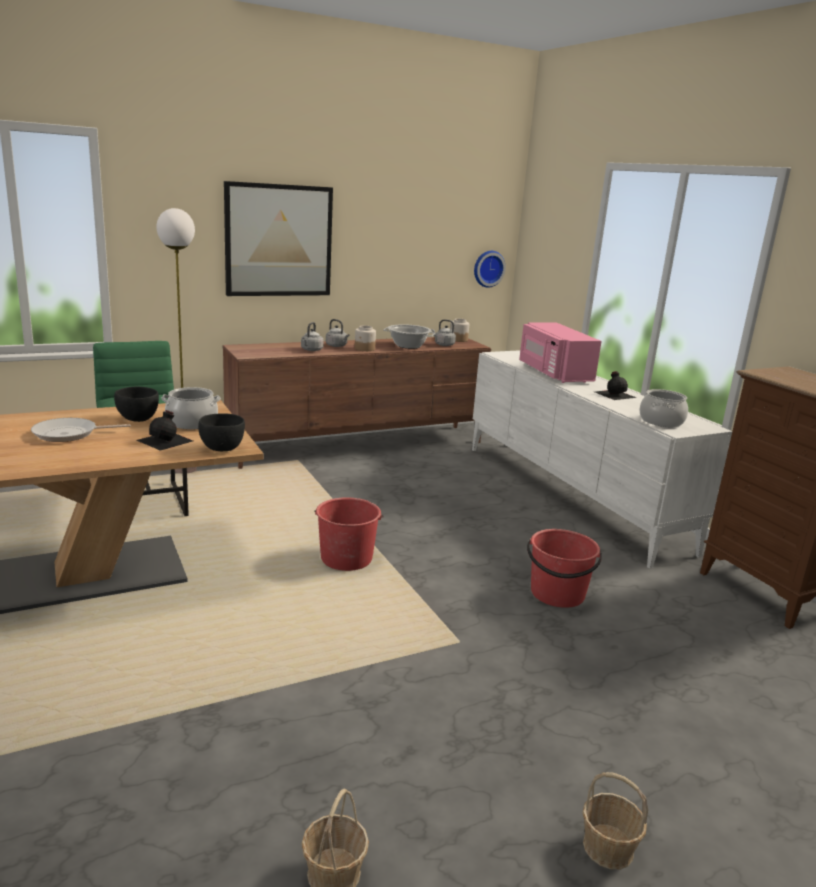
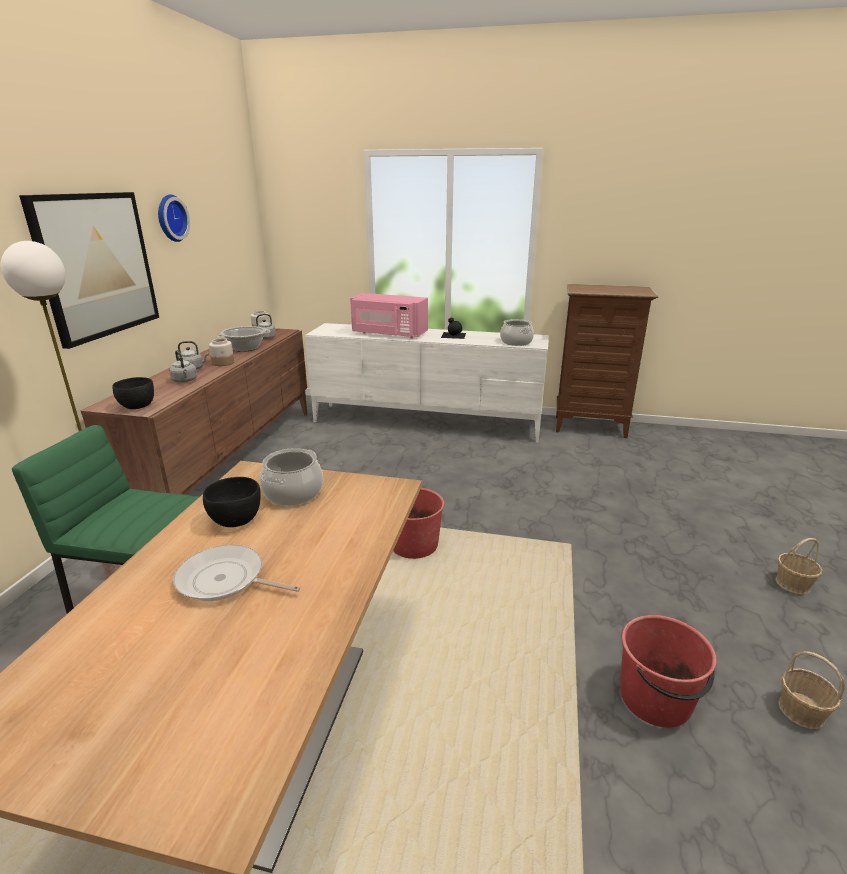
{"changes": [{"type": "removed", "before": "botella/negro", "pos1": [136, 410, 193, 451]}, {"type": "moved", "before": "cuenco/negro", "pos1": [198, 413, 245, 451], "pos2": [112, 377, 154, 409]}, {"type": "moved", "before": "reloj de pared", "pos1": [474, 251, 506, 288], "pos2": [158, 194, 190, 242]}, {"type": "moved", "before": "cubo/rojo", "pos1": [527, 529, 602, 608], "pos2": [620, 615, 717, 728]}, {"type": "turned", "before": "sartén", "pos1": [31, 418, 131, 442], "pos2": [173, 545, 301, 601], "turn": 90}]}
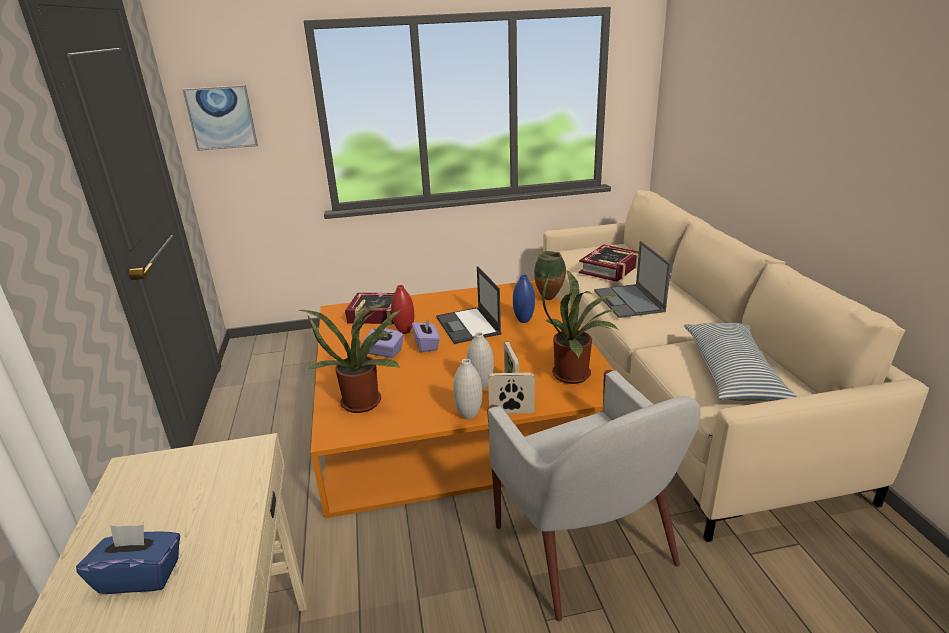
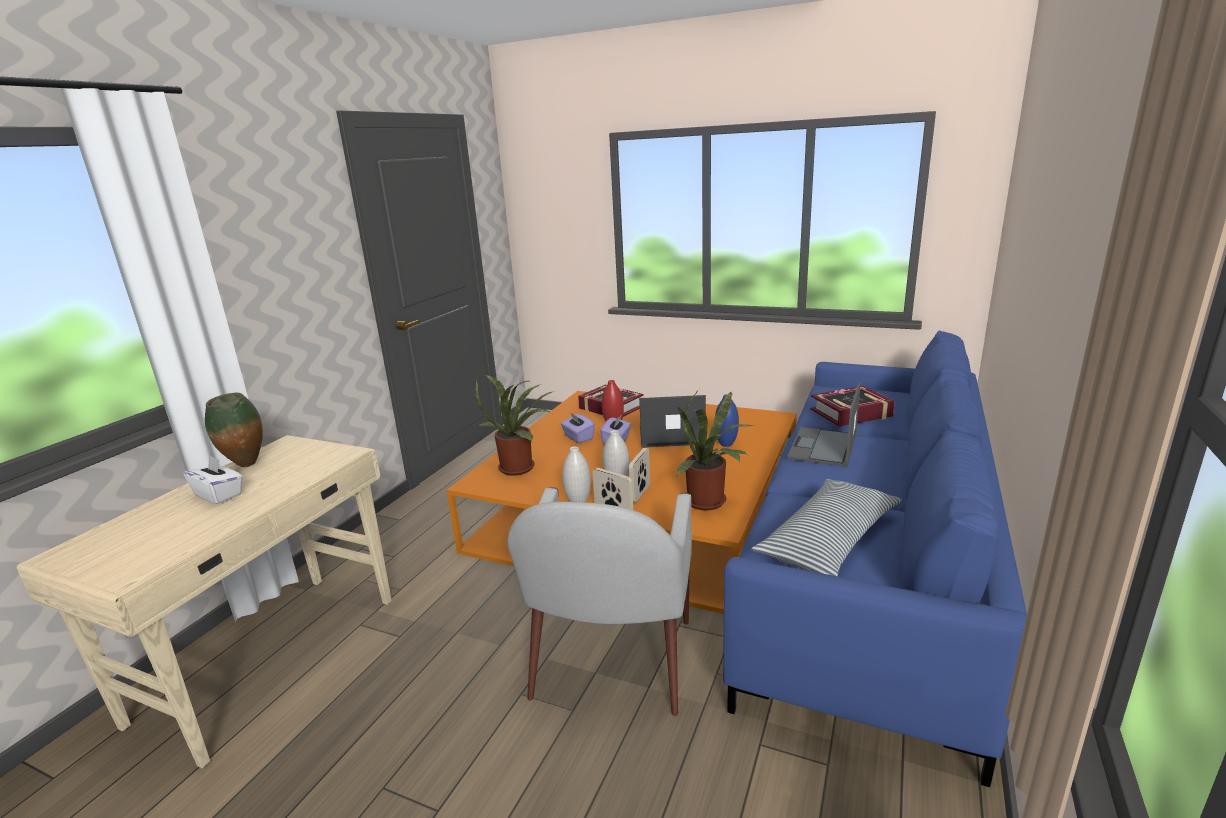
{"changes": [{"type": "removed", "before": "cuadro", "pos1": [182, 85, 258, 151]}, {"type": "moved", "before": "florero", "pos1": [534, 251, 566, 300], "pos2": [205, 393, 263, 467]}, {"type": "recoloured", "before": "caja de pañuelos/azul", "after": "caja de pañuelos/blanco", "pos1": [76, 525, 180, 594], "pos2": [184, 455, 243, 505]}, {"type": "recoloured", "before": "sofá/beis", "after": "sofá/azul", "pos1": [543, 190, 929, 542], "pos2": [723, 331, 1027, 787]}, {"type": "turned", "before": "portátil", "pos1": [436, 266, 502, 344], "pos2": [639, 395, 706, 448], "turn": 75}]}
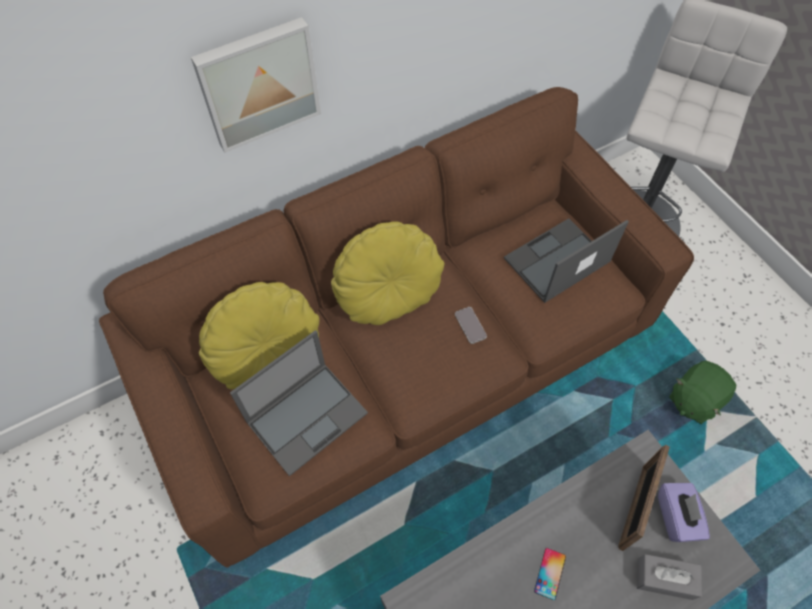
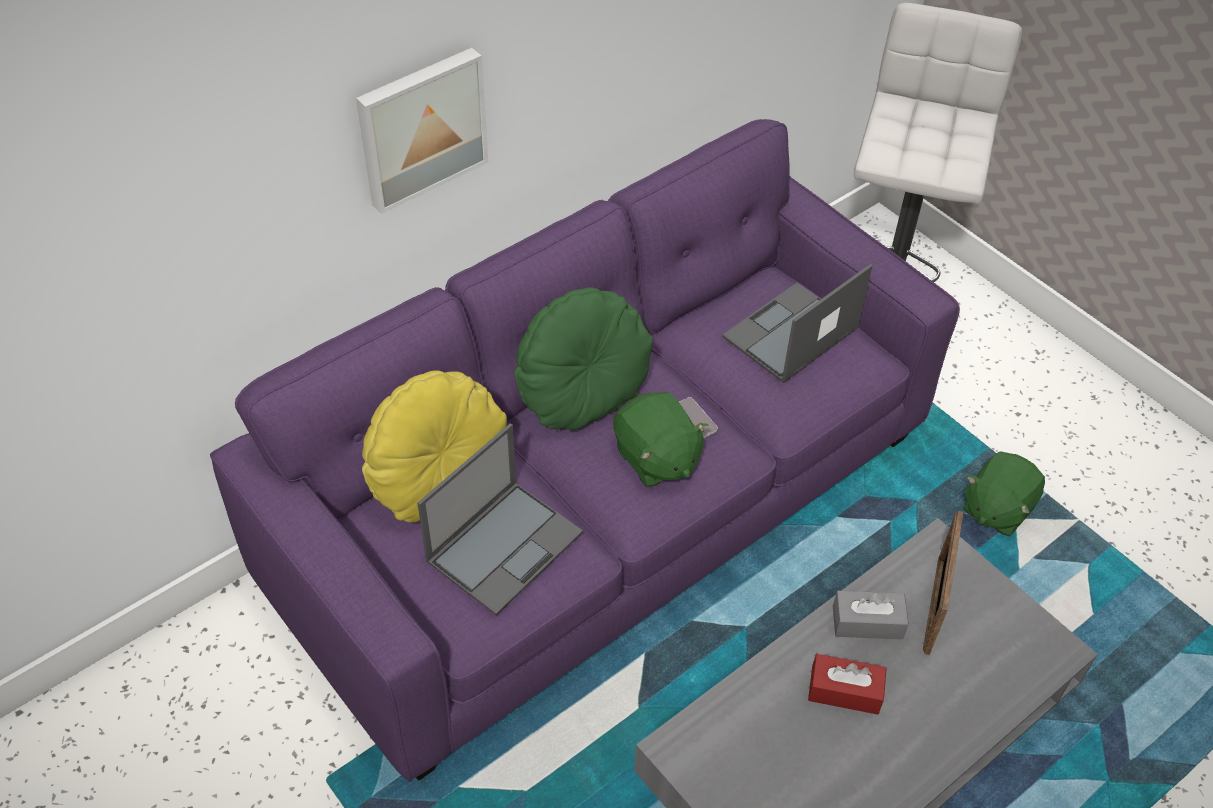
{"changes": [{"type": "removed", "before": "caja de pañuelos/morado", "pos1": [658, 483, 710, 542]}, {"type": "added", "after": "peluche/verde", "pos2": [613, 392, 708, 487]}, {"type": "moved", "before": "caja de pañuelos/gris", "pos1": [637, 554, 702, 600], "pos2": [833, 591, 909, 640]}, {"type": "replaced", "before": "móvil", "after": "caja de pañuelos/rojo", "pos1": [534, 548, 566, 600], "pos2": [808, 654, 887, 715]}, {"type": "recoloured", "before": "sofá/marrón", "after": "sofá/morado", "pos1": [99, 87, 694, 568], "pos2": [210, 119, 960, 782]}, {"type": "recoloured", "before": "cojín/amarillo", "after": "cojín/verde", "pos1": [331, 221, 444, 325], "pos2": [514, 287, 653, 430]}]}
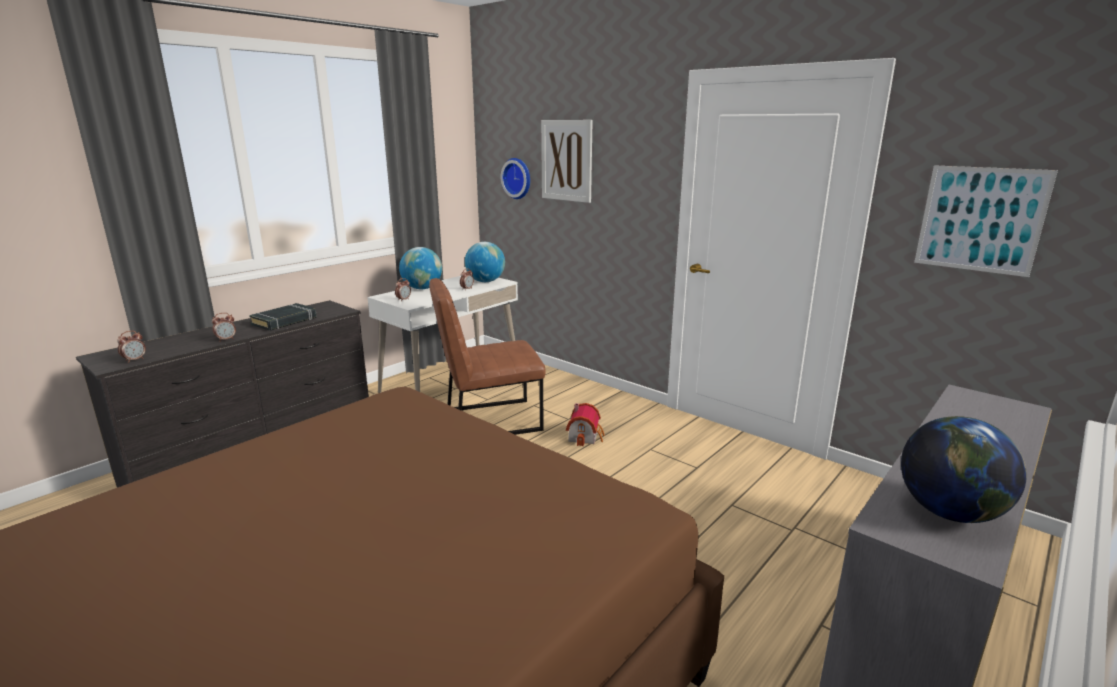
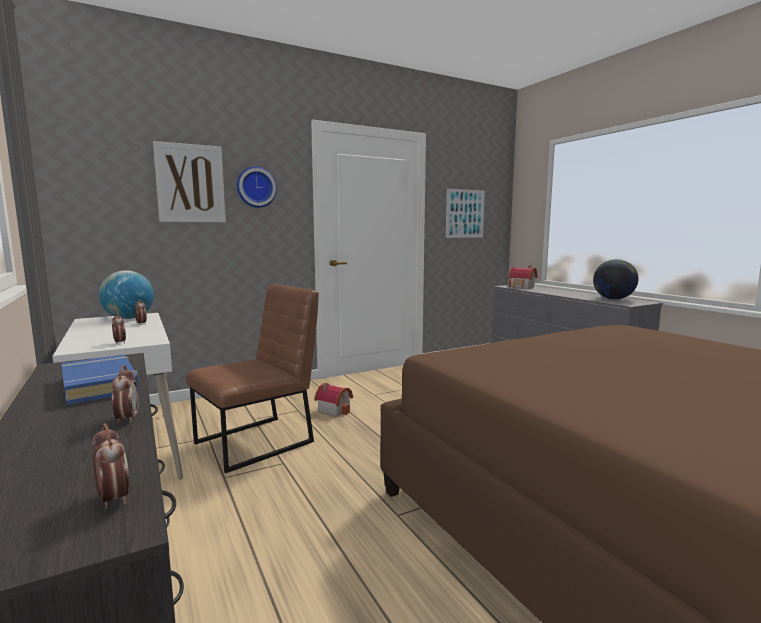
{"changes": [{"type": "removed", "before": "globo terráqueo", "pos1": [399, 247, 442, 289]}, {"type": "added", "after": "casita", "pos2": [509, 265, 537, 289]}, {"type": "moved", "before": "reloj de pared", "pos1": [501, 158, 530, 199], "pos2": [237, 167, 277, 208]}, {"type": "recoloured", "before": "libro/negro", "after": "libro/azul", "pos1": [249, 303, 317, 331], "pos2": [62, 355, 139, 405]}, {"type": "turned", "before": "silla/marrón", "pos1": [429, 278, 546, 435], "pos2": [186, 284, 319, 473], "turn": -135}]}
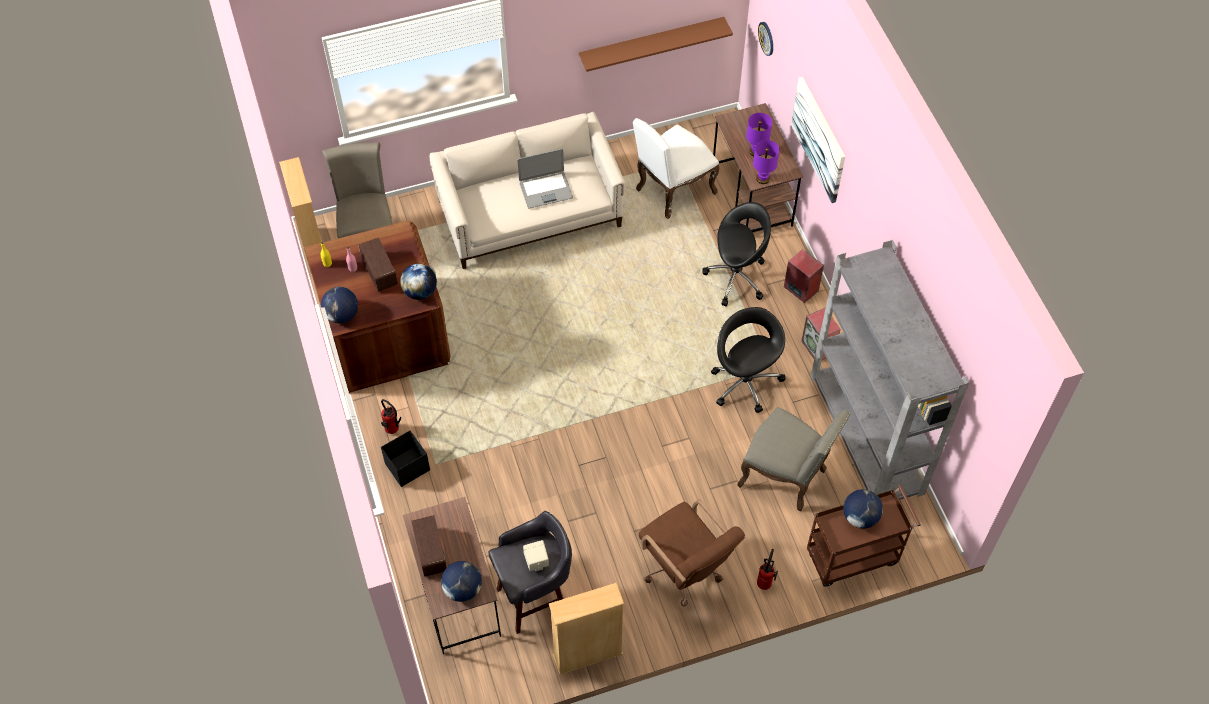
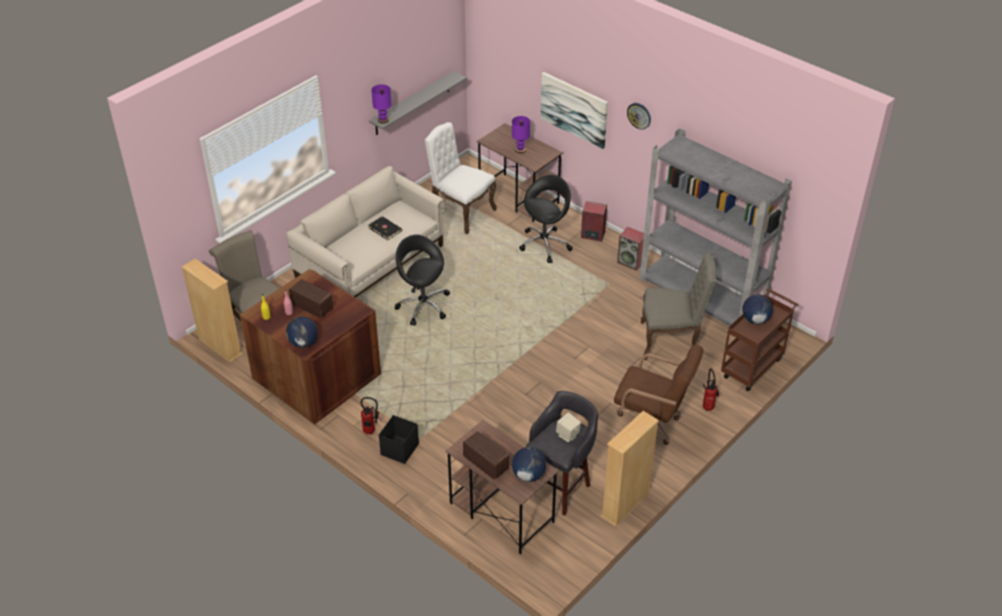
{"changes": [{"type": "removed", "before": "globo terráqueo", "pos1": [400, 264, 437, 300]}, {"type": "moved", "before": "silla de oficina/negro", "pos1": [711, 307, 785, 413], "pos2": [395, 234, 450, 325]}, {"type": "moved", "before": "lámpara de mesa/morado", "pos1": [753, 140, 779, 184], "pos2": [371, 84, 392, 124]}, {"type": "moved", "before": "reloj de pared", "pos1": [758, 22, 773, 56], "pos2": [627, 103, 651, 130]}, {"type": "replaced", "before": "portátil", "after": "libro/negro", "pos1": [517, 149, 573, 208], "pos2": [368, 216, 402, 240]}, {"type": "recoloured", "before": "estante/marrón", "after": "estante/gris", "pos1": [579, 17, 733, 72], "pos2": [369, 71, 467, 135]}, {"type": "turned", "before": "silla/blanco", "pos1": [633, 118, 719, 219], "pos2": [425, 122, 497, 234], "turn": 105}]}
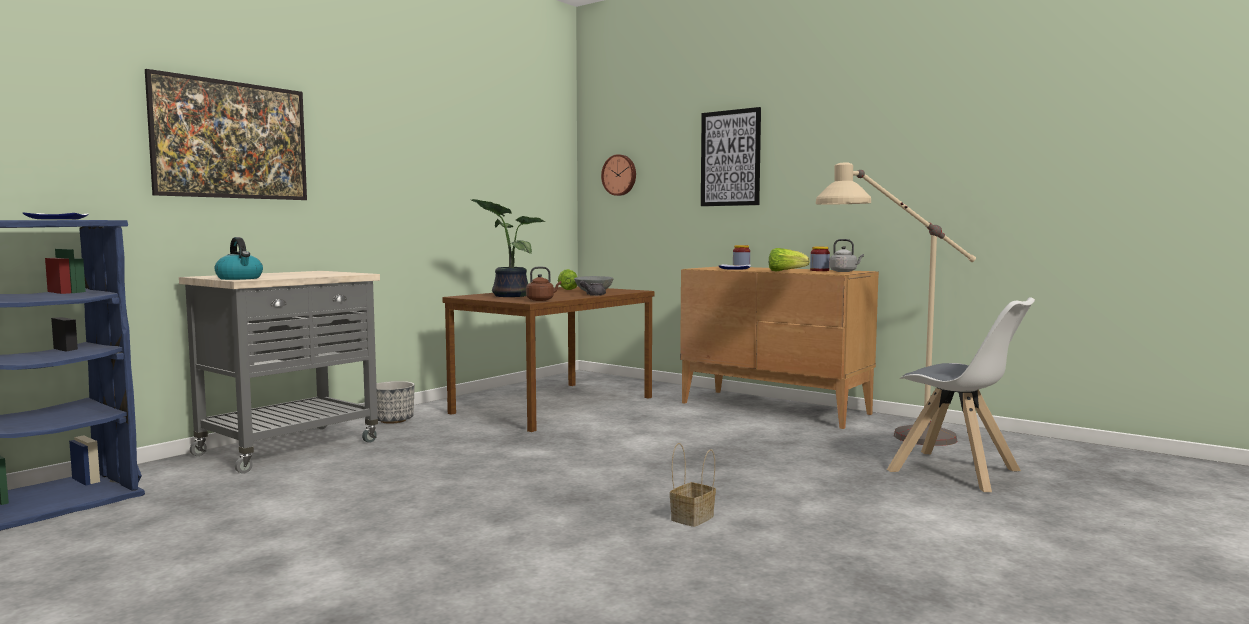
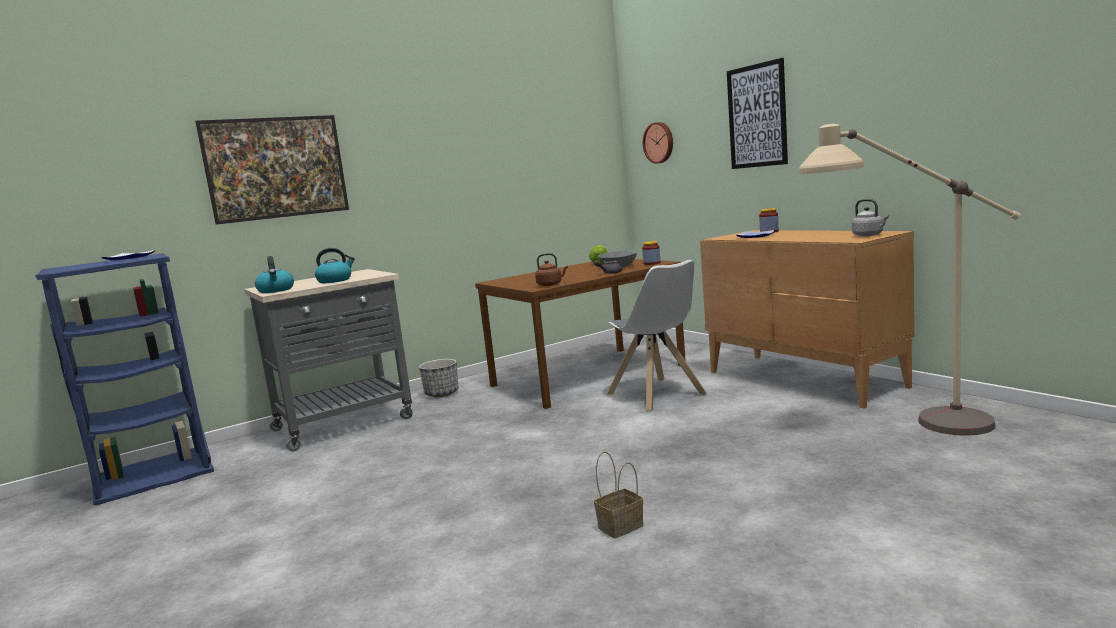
{"changes": [{"type": "removed", "before": "planta en maceta", "pos1": [471, 199, 545, 297]}, {"type": "removed", "before": "lechuga", "pos1": [769, 248, 810, 272]}, {"type": "added", "after": "hervidor", "pos2": [315, 248, 355, 283]}, {"type": "moved", "before": "tarro", "pos1": [810, 247, 830, 271], "pos2": [642, 241, 661, 265]}, {"type": "moved", "before": "silla", "pos1": [887, 297, 1035, 492], "pos2": [607, 260, 707, 411]}]}
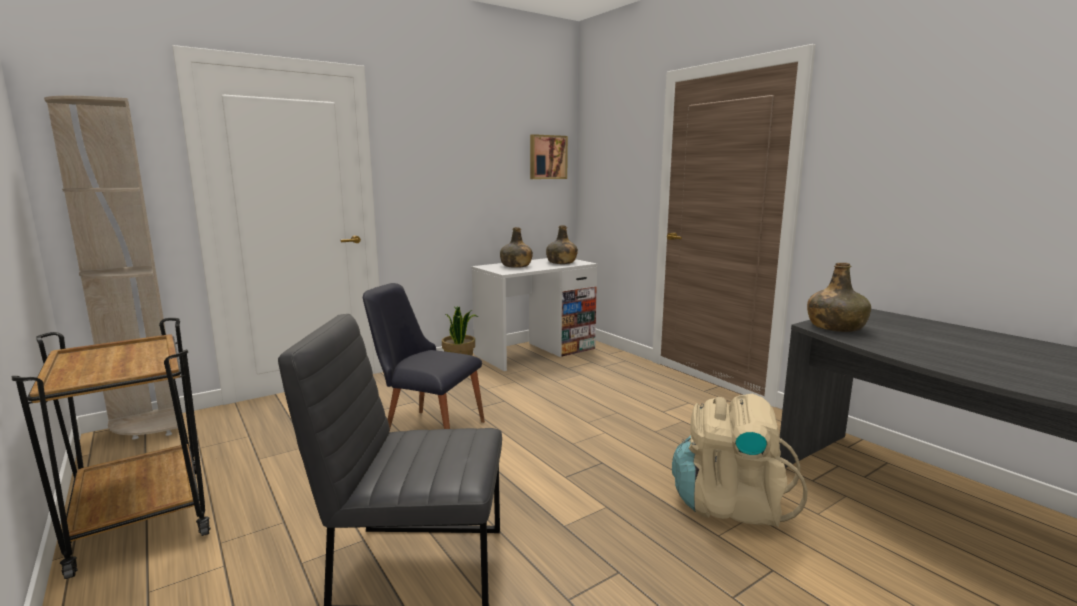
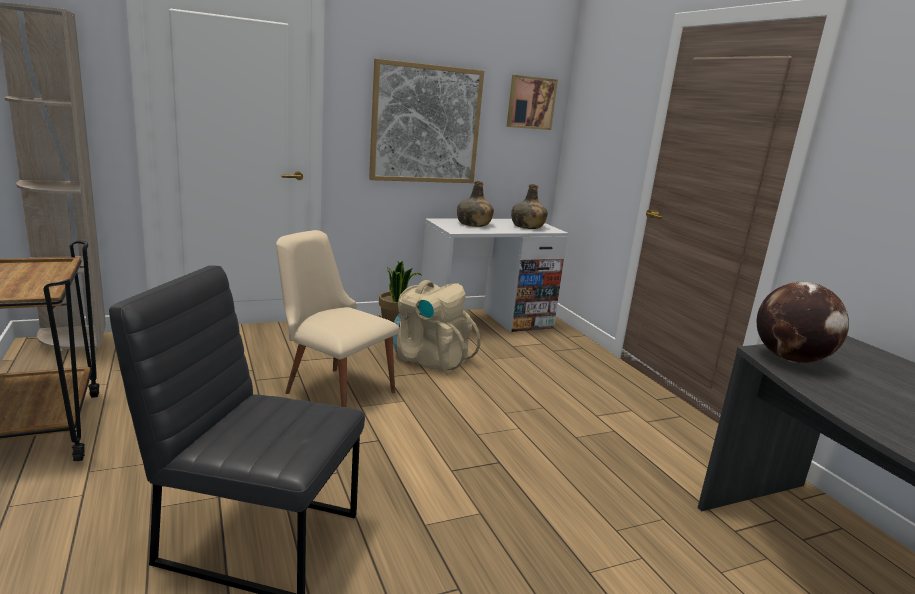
{"changes": [{"type": "added", "after": "cuadro", "pos2": [369, 59, 484, 183]}, {"type": "moved", "before": "mochila/beis", "pos1": [672, 394, 808, 527], "pos2": [393, 280, 481, 373]}, {"type": "replaced", "before": "botella/verde", "after": "globo terráqueo", "pos1": [807, 263, 871, 332], "pos2": [756, 282, 849, 363]}, {"type": "recoloured", "before": "silla/negro", "after": "silla/beis", "pos1": [363, 283, 485, 429], "pos2": [276, 230, 399, 407]}]}
